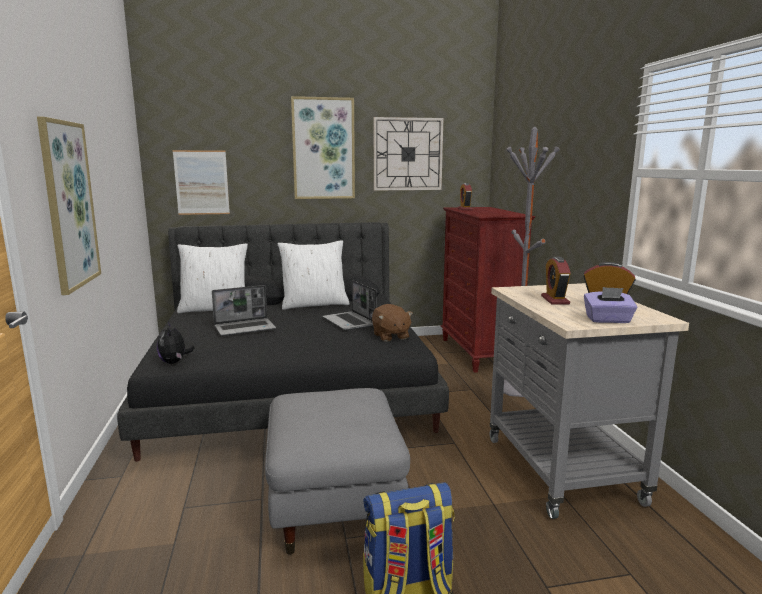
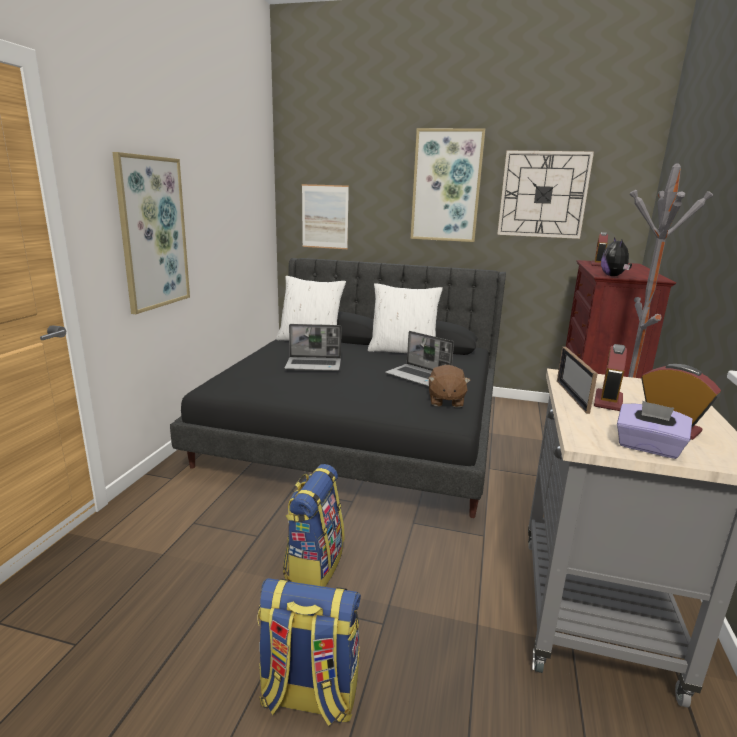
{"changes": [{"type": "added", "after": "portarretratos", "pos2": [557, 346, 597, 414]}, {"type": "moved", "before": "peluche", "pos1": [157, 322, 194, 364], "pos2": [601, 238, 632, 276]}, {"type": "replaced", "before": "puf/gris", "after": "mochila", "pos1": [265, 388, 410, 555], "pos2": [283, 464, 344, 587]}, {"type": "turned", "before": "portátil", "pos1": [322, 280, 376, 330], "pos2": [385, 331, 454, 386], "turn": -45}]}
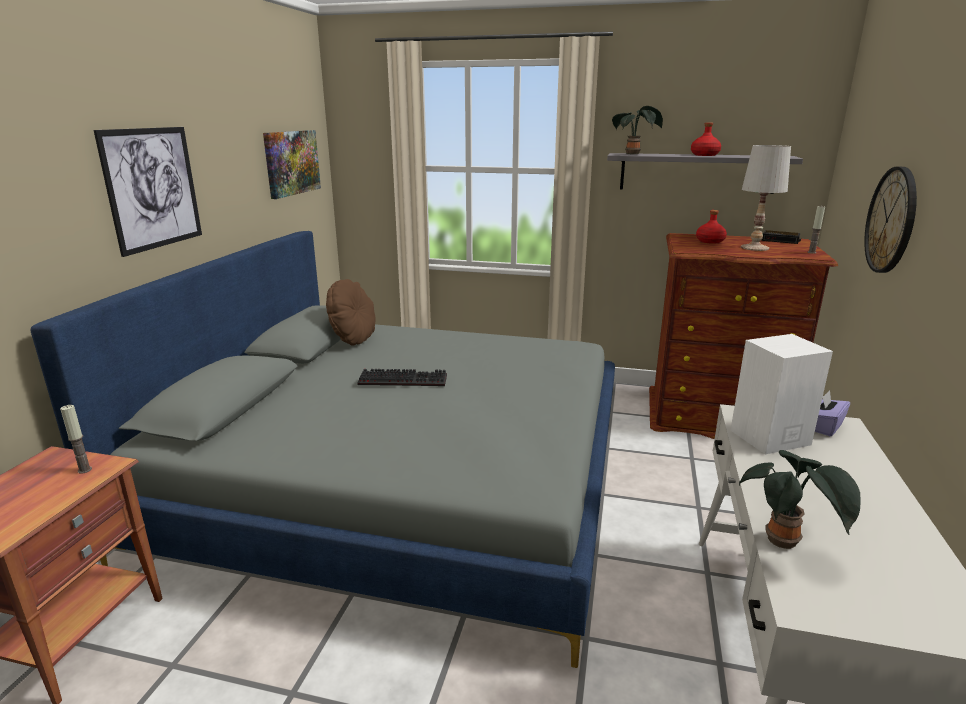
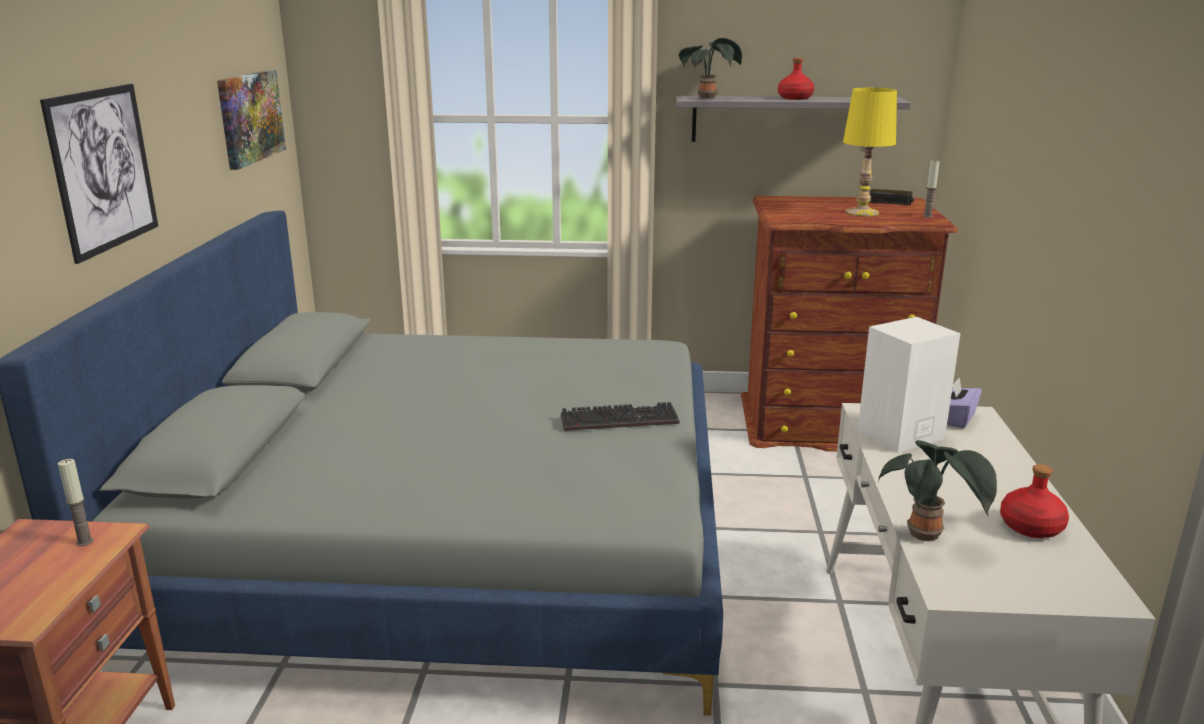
{"changes": [{"type": "removed", "before": "cojín/marrón", "pos1": [326, 279, 376, 346]}, {"type": "removed", "before": "reloj de pared", "pos1": [864, 167, 917, 273]}, {"type": "moved", "before": "teclado", "pos1": [357, 369, 447, 386], "pos2": [561, 402, 679, 431]}, {"type": "moved", "before": "botella/rojo", "pos1": [696, 210, 727, 244], "pos2": [1000, 464, 1069, 538]}, {"type": "recoloured", "before": "lámpara de mesa/blanco", "after": "lámpara de mesa/amarillo", "pos1": [741, 145, 791, 251], "pos2": [843, 88, 897, 216]}]}
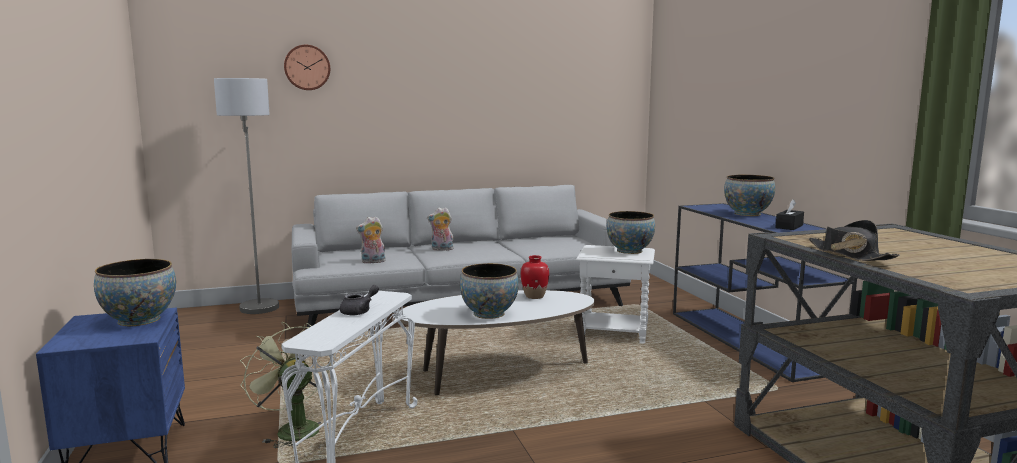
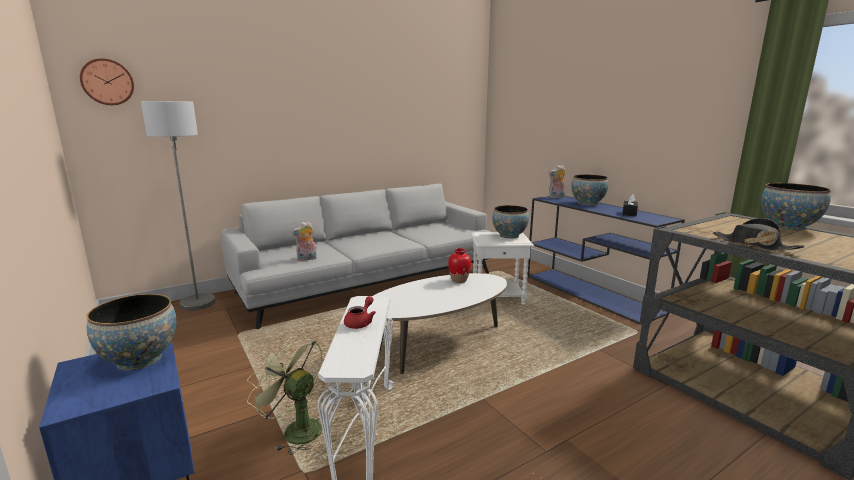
{"changes": [{"type": "moved", "before": "reloj de pared", "pos1": [284, 45, 330, 90], "pos2": [80, 58, 134, 105]}, {"type": "moved", "before": "peluche", "pos1": [427, 207, 454, 251], "pos2": [549, 165, 565, 198]}, {"type": "moved", "before": "cuenco", "pos1": [460, 263, 519, 319], "pos2": [761, 183, 831, 231]}, {"type": "recoloured", "before": "tetera/gris", "after": "tetera/rojo", "pos1": [340, 285, 379, 315], "pos2": [344, 296, 376, 329]}]}
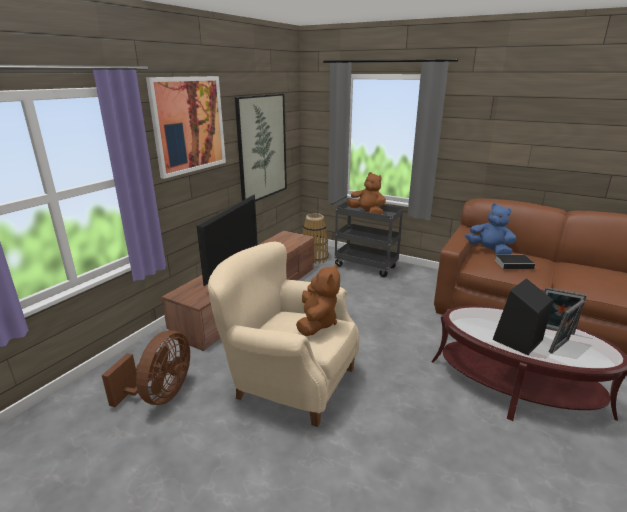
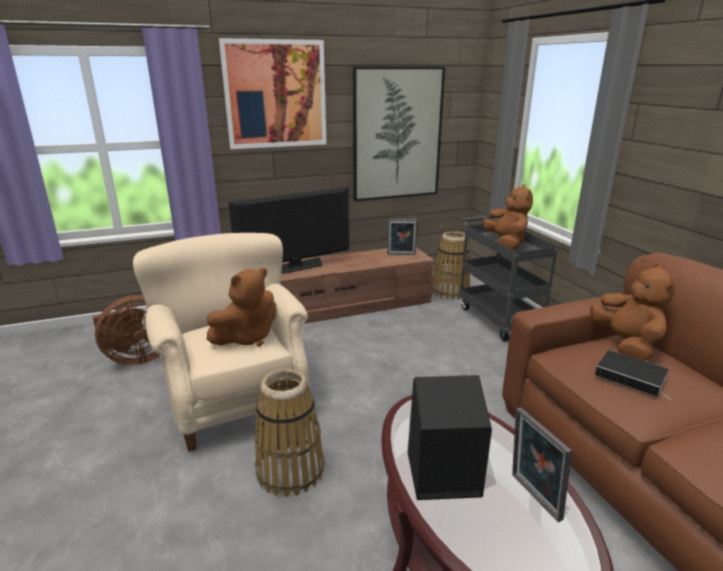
{"changes": [{"type": "added", "after": "cesta", "pos2": [254, 369, 324, 497]}, {"type": "moved", "before": "portarretratos", "pos1": [549, 299, 586, 354], "pos2": [388, 219, 417, 255]}, {"type": "recoloured", "before": "peluche/azul", "after": "peluche/marrón", "pos1": [465, 204, 516, 255], "pos2": [590, 263, 675, 361]}]}
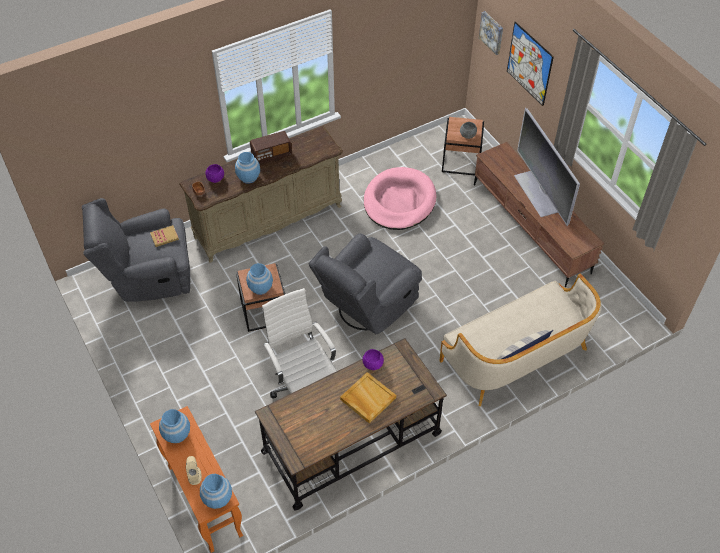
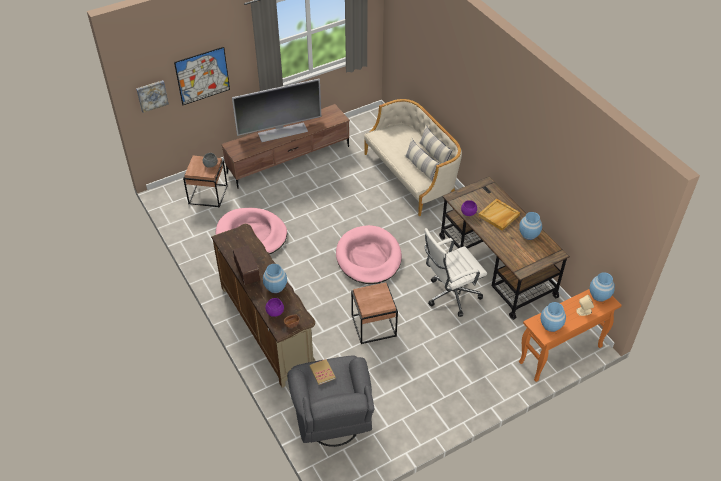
{"changes": [{"type": "added", "after": "cojín", "pos2": [405, 138, 439, 181]}, {"type": "moved", "before": "florero/azul", "pos1": [246, 263, 273, 295], "pos2": [519, 212, 542, 240]}, {"type": "replaced", "before": "sillón/gris", "after": "cama para perro/rosa", "pos1": [309, 233, 422, 334], "pos2": [336, 225, 402, 284]}]}
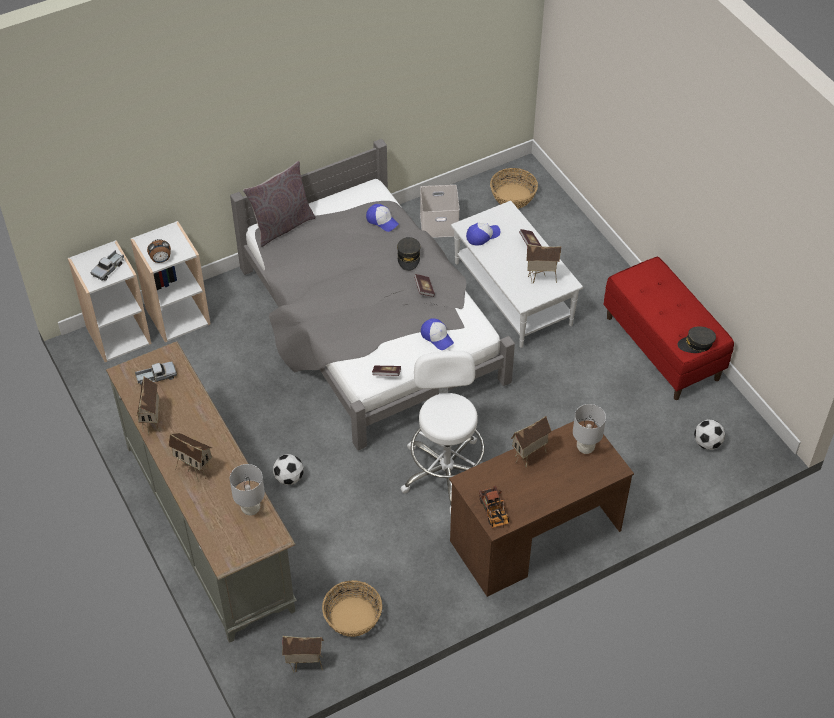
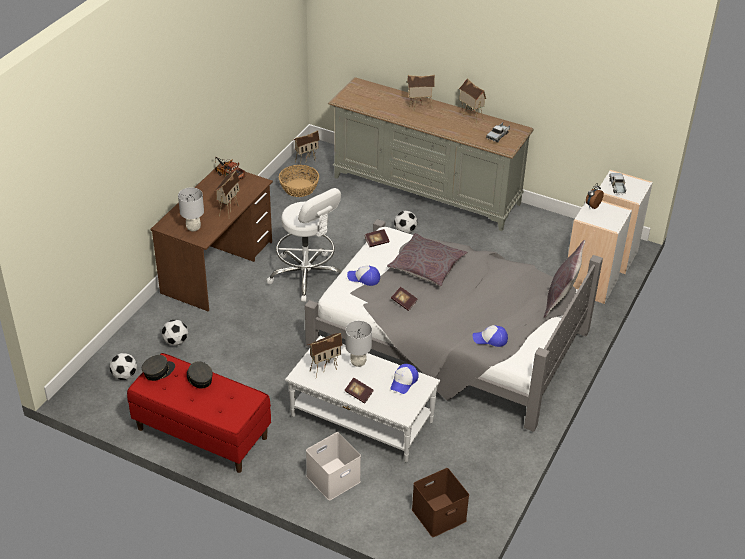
{"changes": [{"type": "added", "after": "balón de fútbol", "pos2": [162, 319, 188, 346]}, {"type": "added", "after": "cojín/gris", "pos2": [387, 233, 468, 287]}, {"type": "moved", "before": "lámpara de mesa/gris", "pos1": [230, 464, 265, 516], "pos2": [346, 321, 372, 367]}, {"type": "moved", "before": "gorra/gris", "pos1": [397, 237, 420, 271], "pos2": [187, 361, 213, 389]}, {"type": "moved", "before": "caja de almacenaje/blanco", "pos1": [420, 185, 460, 238], "pos2": [306, 432, 361, 500]}, {"type": "replaced", "before": "cesta", "after": "caja de almacenaje/marrón", "pos1": [490, 168, 538, 209], "pos2": [412, 468, 469, 537]}]}
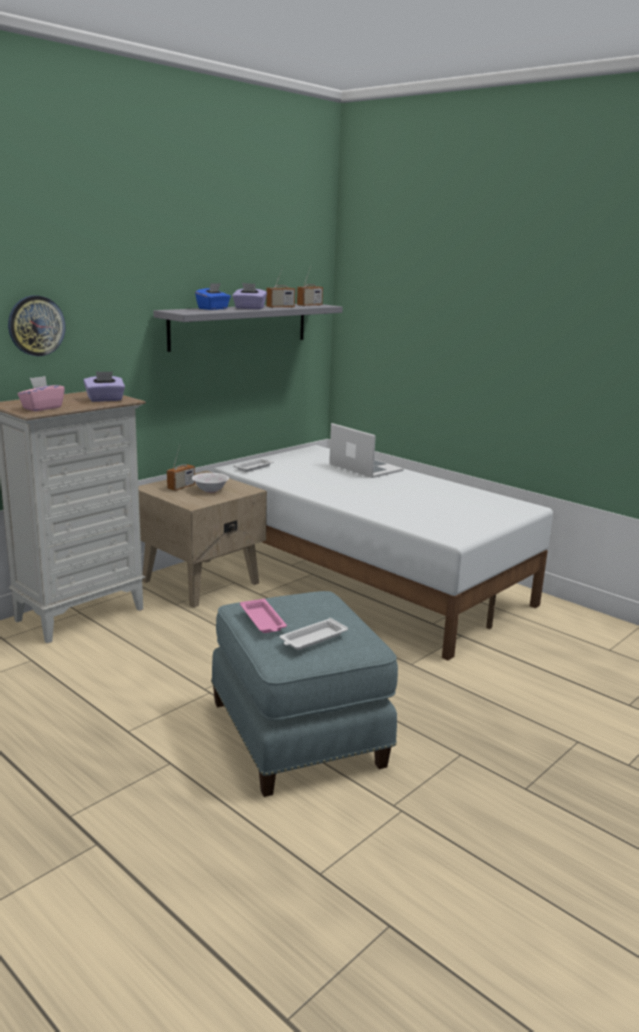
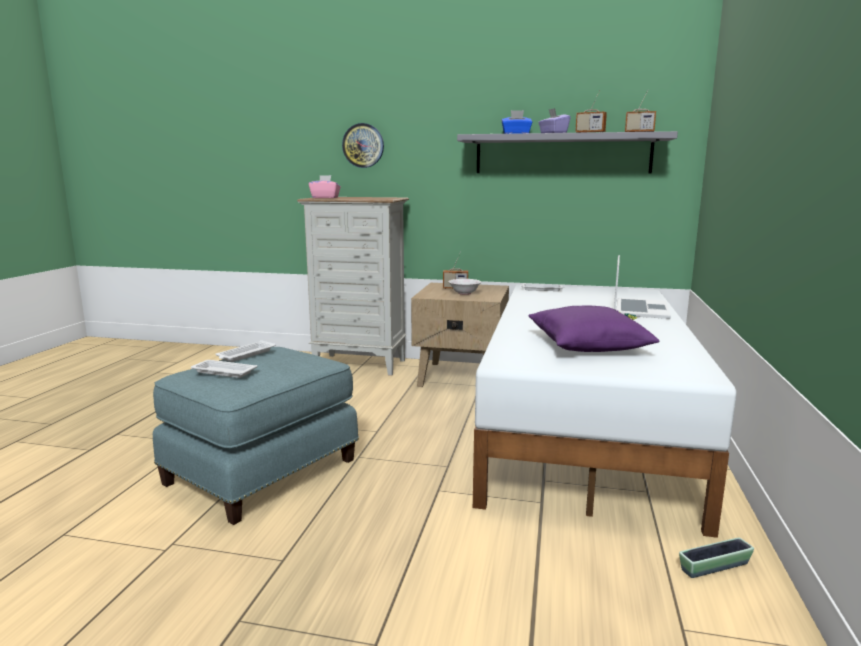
{"changes": [{"type": "removed", "before": "caja de pañuelos/morado", "pos1": [84, 371, 125, 402]}, {"type": "added", "after": "cojín/morado", "pos2": [528, 305, 659, 352]}, {"type": "added", "after": "maceta", "pos2": [679, 538, 754, 578]}, {"type": "recoloured", "before": "bandeja/rosa", "after": "bandeja/blanco", "pos1": [240, 599, 287, 633], "pos2": [215, 340, 276, 362]}]}
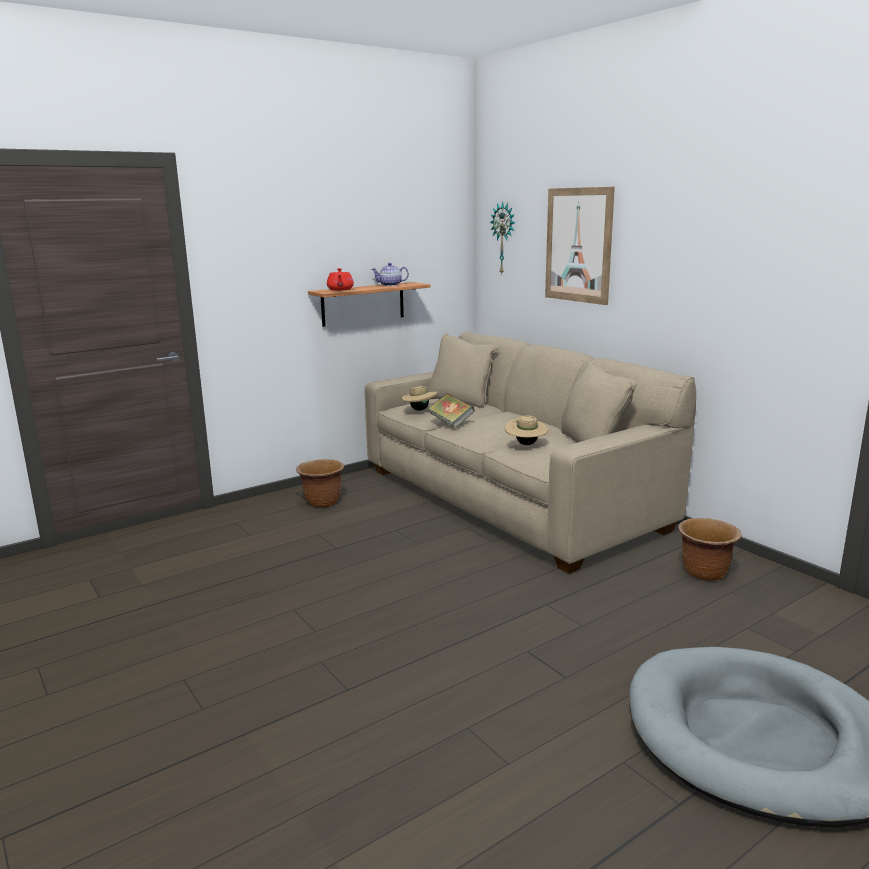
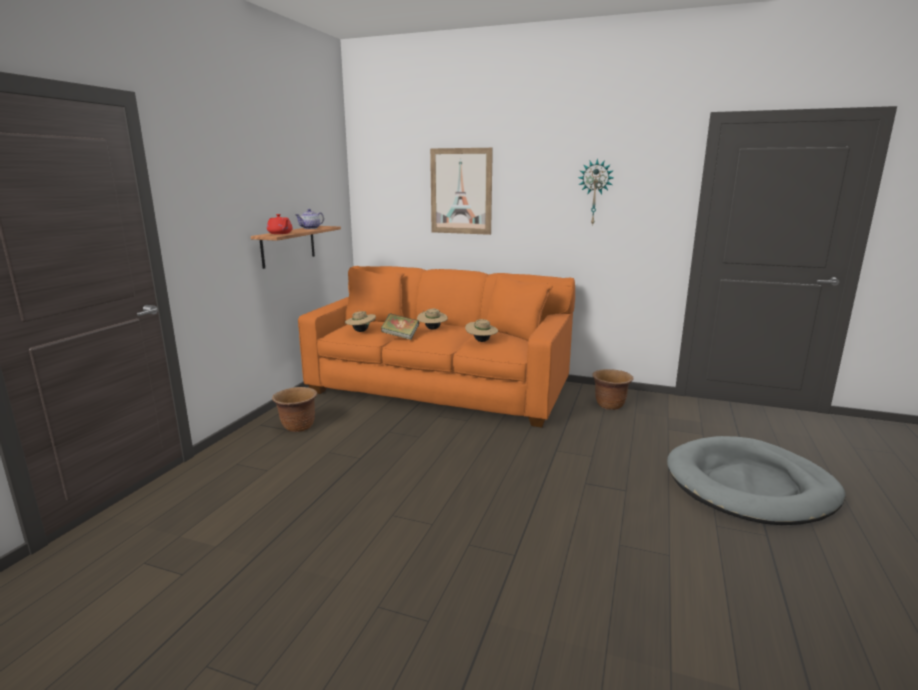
{"changes": [{"type": "added", "after": "sombrero/beis", "pos2": [417, 309, 448, 330]}, {"type": "moved", "before": "reloj de pared", "pos1": [490, 201, 516, 275], "pos2": [578, 158, 614, 226]}, {"type": "recoloured", "before": "sofá/beis", "after": "sofá/naranja", "pos1": [364, 332, 696, 574], "pos2": [298, 266, 575, 428]}]}
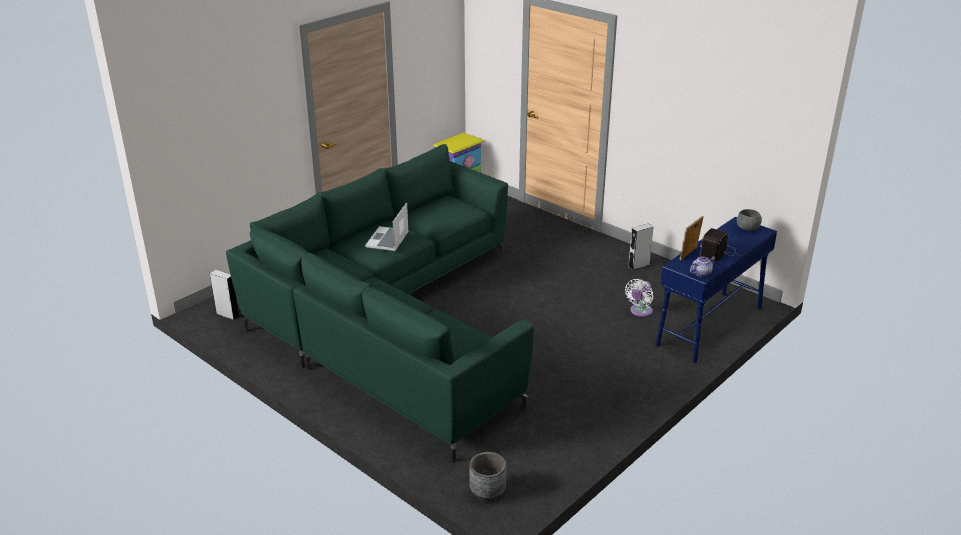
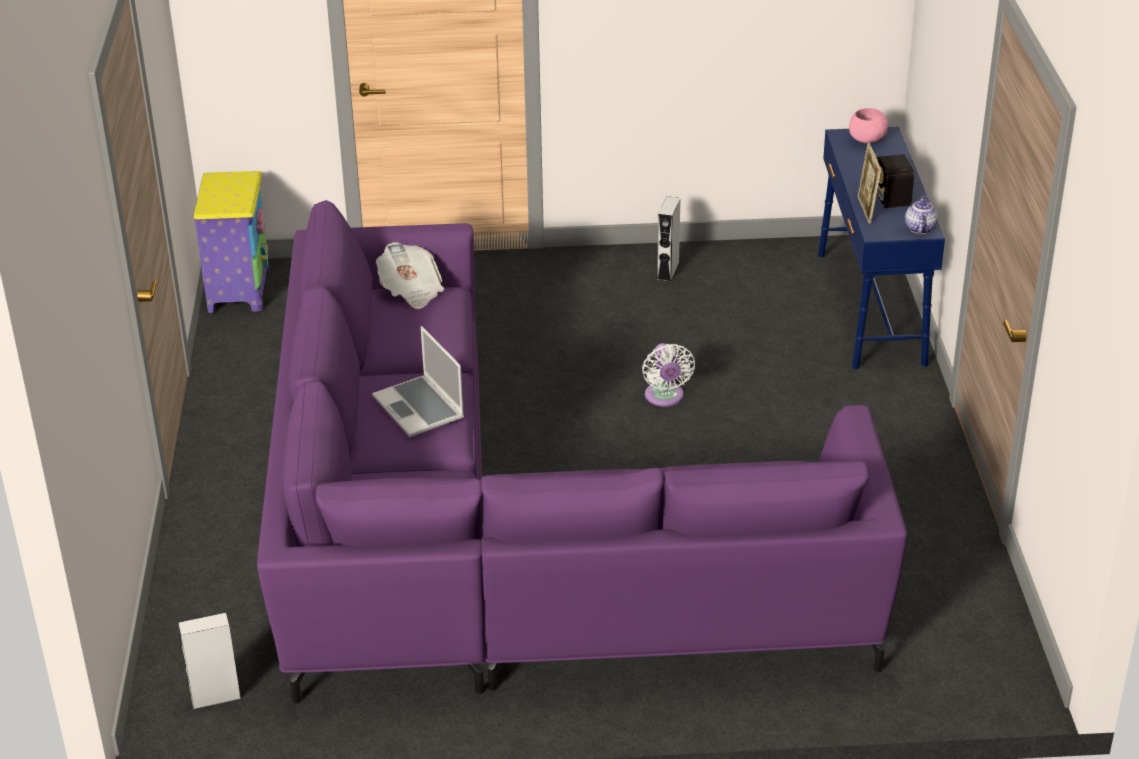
{"changes": [{"type": "removed", "before": "maceta/gris", "pos1": [470, 452, 506, 502]}, {"type": "added", "after": "periódico", "pos2": [376, 242, 444, 309]}, {"type": "moved", "before": "ventilador/blanco", "pos1": [625, 279, 654, 317], "pos2": [642, 343, 695, 407]}, {"type": "recoloured", "before": "sofá/verde", "after": "sofá/morado", "pos1": [226, 144, 534, 462], "pos2": [257, 200, 907, 703]}, {"type": "recoloured", "before": "cuenco/gris", "after": "cuenco/rosa", "pos1": [737, 209, 762, 231], "pos2": [849, 108, 888, 143]}]}
